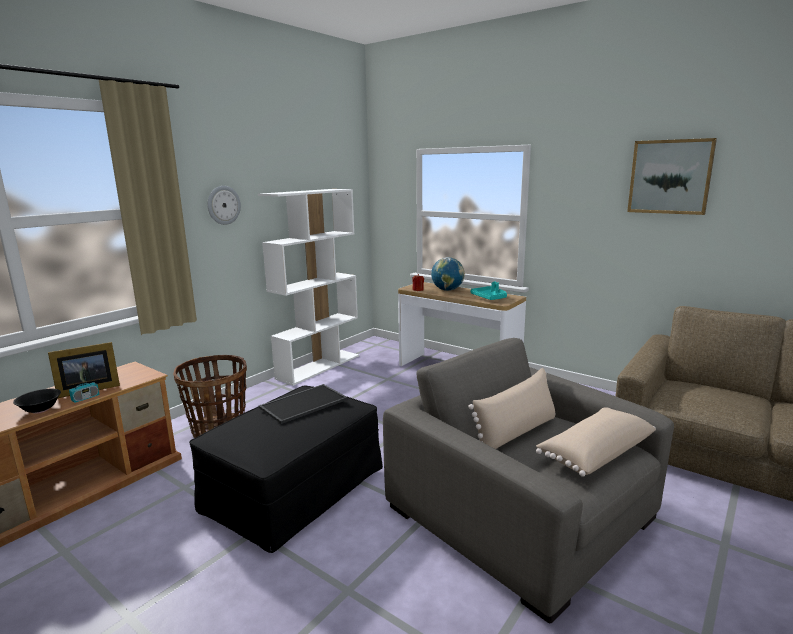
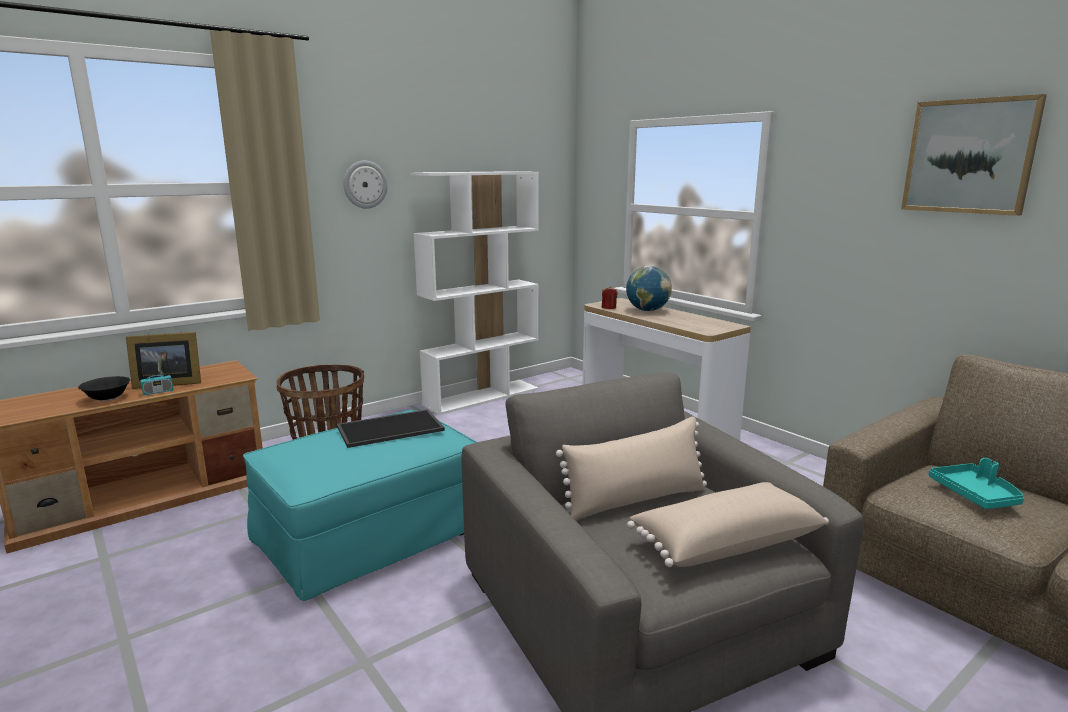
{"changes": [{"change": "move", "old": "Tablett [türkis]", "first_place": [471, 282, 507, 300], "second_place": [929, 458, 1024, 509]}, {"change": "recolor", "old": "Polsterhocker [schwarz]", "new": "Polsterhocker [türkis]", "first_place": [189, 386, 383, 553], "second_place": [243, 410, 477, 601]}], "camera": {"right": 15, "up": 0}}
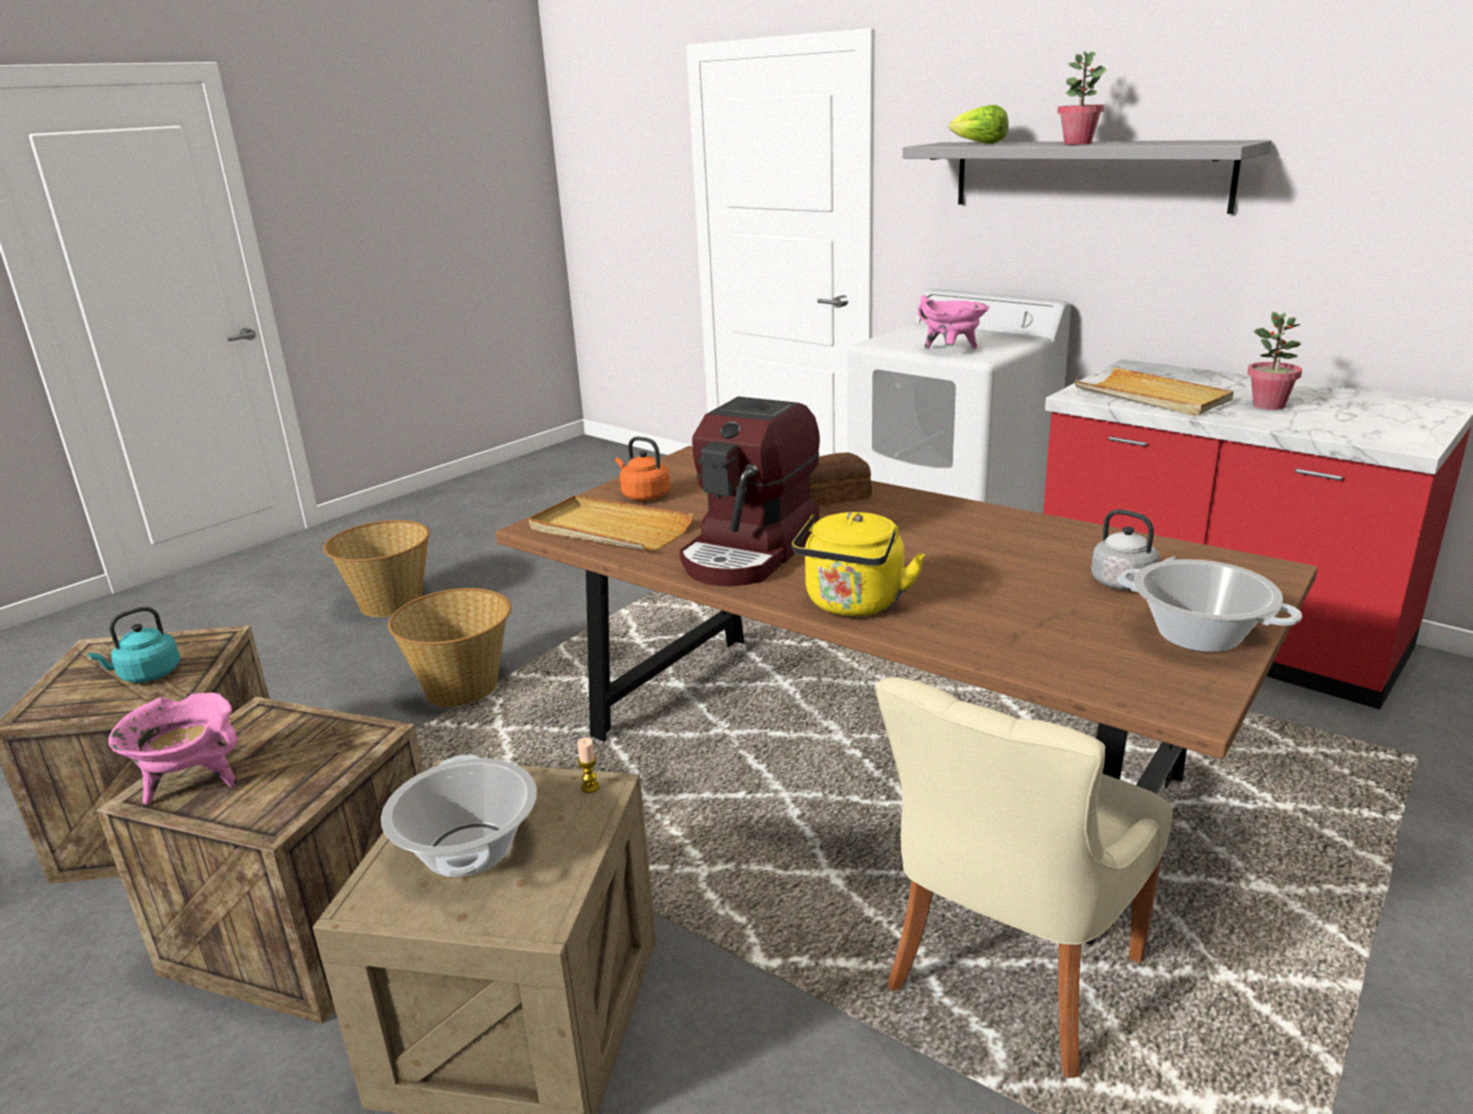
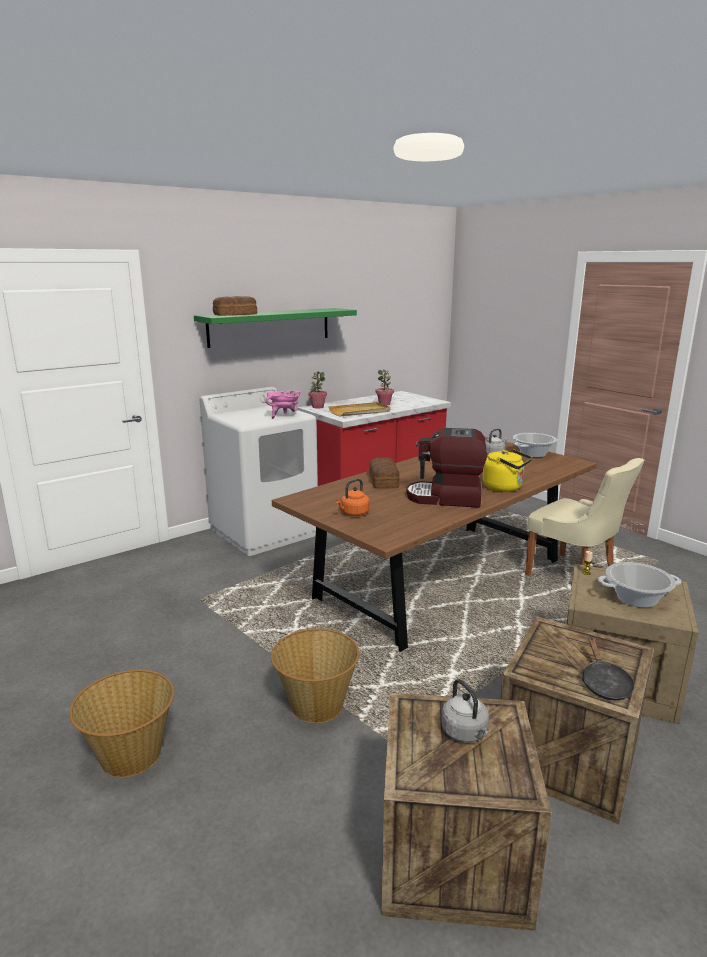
{"changes": [{"change": "delete", "old": "Tablett [beige]", "first_place": [529, 495, 694, 551]}, {"change": "move", "old": "Topfpflanze", "first_place": [1057, 51, 1106, 145], "second_place": [308, 371, 327, 408]}, {"change": "replace", "old": "Kochtopf [rosa]", "new": "Pfanne [schwarz]", "first_place": [108, 693, 237, 804], "second_place": [582, 637, 635, 701]}, {"change": "replace", "old": "Salatkopf", "new": "Brot", "first_place": [949, 105, 1009, 144], "second_place": [213, 296, 257, 316]}, {"change": "recolor", "old": "Wasserkessel [türkis]", "new": "Wasserkessel [grau]", "first_place": [88, 607, 180, 683], "second_place": [441, 679, 489, 742]}, {"change": "recolor", "old": "Wandregal [grau]", "new": "Wandregal [grün]", "first_place": [903, 140, 1272, 214], "second_place": [194, 308, 357, 348]}, {"change": "rotate", "old": "Kaffeemaschine", "first_place": [679, 397, 820, 586], "second_place": [406, 428, 487, 508], "degrees": 150}], "camera": {"right": -80, "up": -5}}
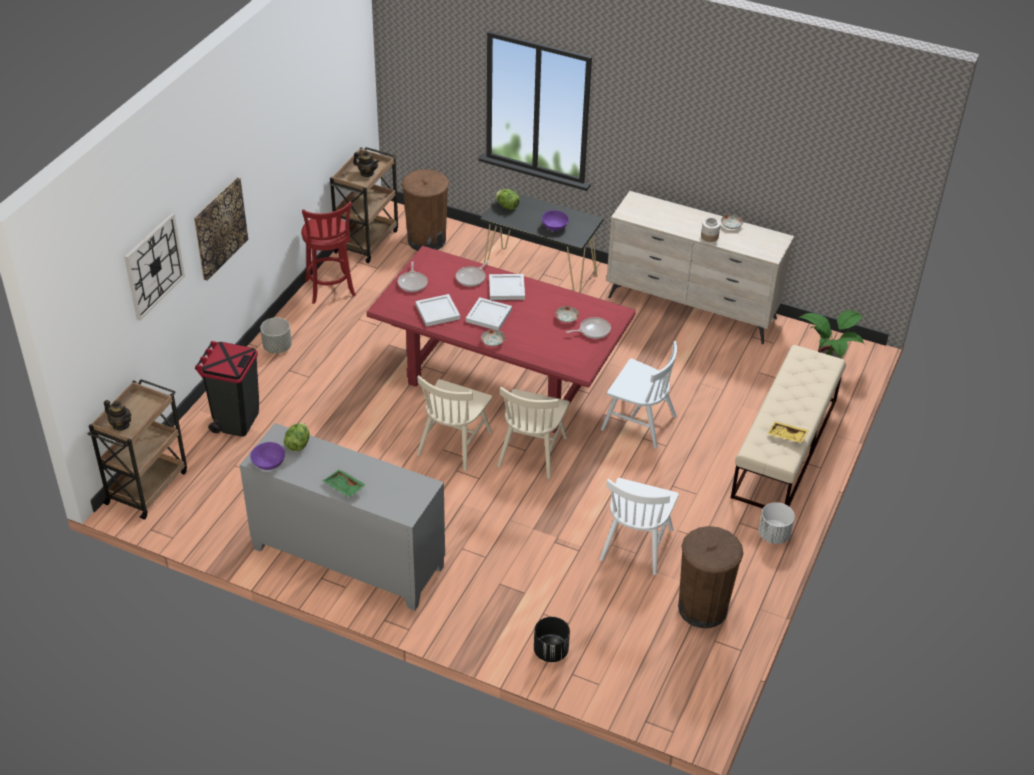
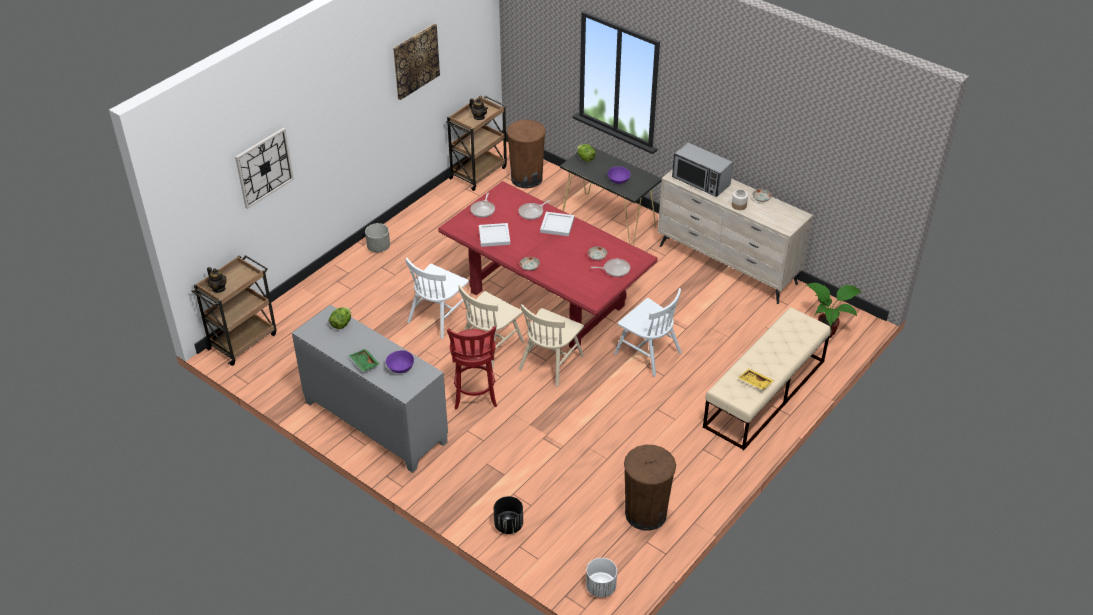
{"changes": [{"change": "delete", "old": "Mülleimer [schwarz]", "first_place": [195, 341, 259, 437]}, {"change": "delete", "old": "Tablett [weiß]", "first_place": [466, 297, 512, 330]}, {"change": "insert", "new": "Mikrowelle", "second_place": [672, 142, 733, 197]}, {"change": "move", "old": "Bild", "first_place": [194, 178, 248, 281], "second_place": [393, 24, 440, 100]}, {"change": "move", "old": "Schüssel [lila]", "first_place": [250, 442, 285, 470], "second_place": [386, 350, 414, 373]}, {"change": "move", "old": "Hocker [rot]", "first_place": [301, 201, 356, 304], "second_place": [447, 326, 497, 409]}, {"change": "move", "old": "Stuhl [weiß]", "first_place": [600, 478, 679, 575], "second_place": [405, 258, 469, 339]}, {"change": "move", "old": "Pflanzkübel [weiß]", "first_place": [759, 502, 795, 544], "second_place": [586, 558, 617, 597]}], "camera": {"right": 15, "up": 0}}
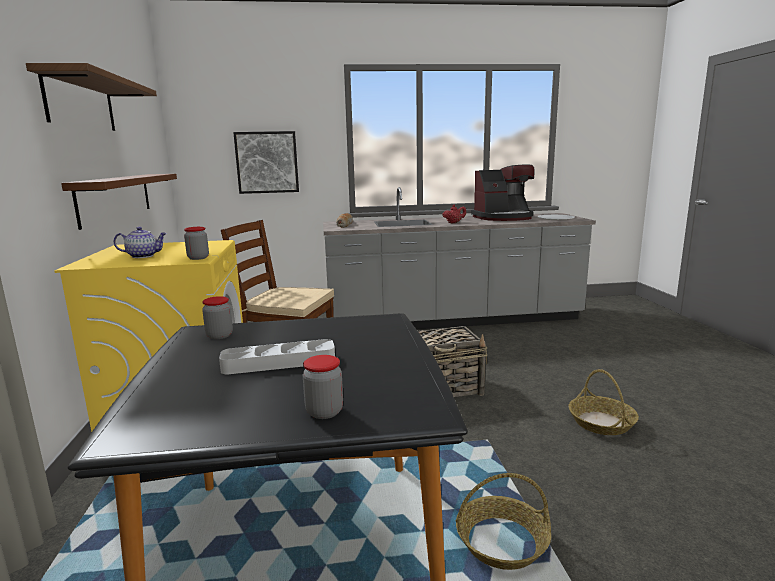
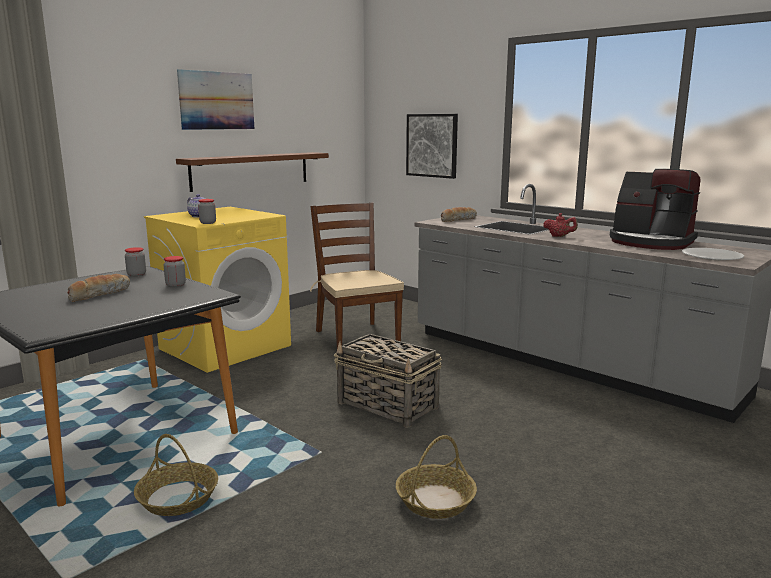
{"changes": [{"change": "move", "old": "Vorratsglas", "first_place": [303, 355, 343, 419], "second_place": [164, 256, 186, 287]}, {"change": "replace", "old": "Wandregal", "new": "Bild", "first_place": [26, 63, 157, 131], "second_place": [177, 69, 254, 130]}, {"change": "replace", "old": "Tablett [grau]", "new": "Brot", "first_place": [219, 339, 335, 374], "second_place": [67, 274, 130, 302]}], "camera": {"right": 50, "up": 0}}
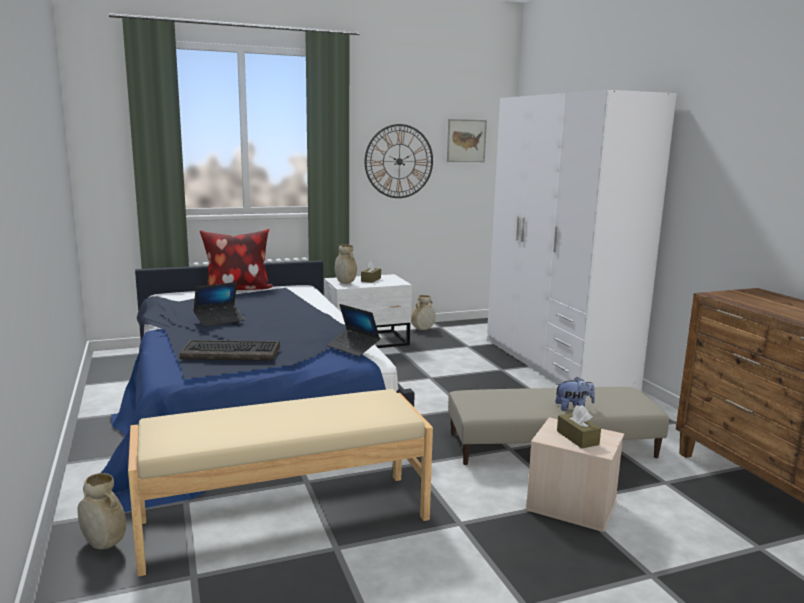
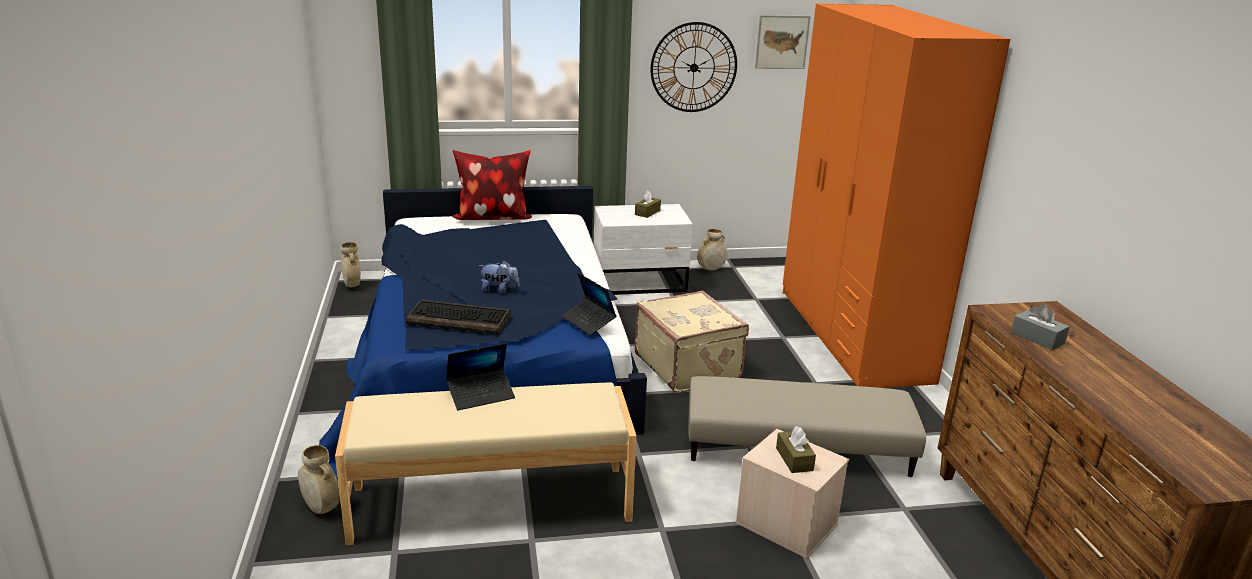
{"changes": [{"change": "insert", "new": "Koffer [beige]", "second_place": [634, 291, 749, 393]}, {"change": "insert", "new": "Taschentuchbox [grau]", "second_place": [1011, 304, 1069, 350]}, {"change": "move", "old": "Laptop", "first_place": [193, 282, 245, 327], "second_place": [446, 343, 515, 411]}, {"change": "move", "old": "Vase [beige]", "first_place": [335, 244, 357, 284], "second_place": [341, 242, 361, 287]}, {"change": "move", "old": "Plüschtier", "first_place": [555, 377, 595, 411], "second_place": [479, 260, 520, 293]}, {"change": "recolor", "old": "Kleiderschrank [weiß]", "new": "Kleiderschrank [orange]", "first_place": [487, 90, 677, 391], "second_place": [783, 4, 1010, 388]}], "camera": {"right": 10, "up": 10}}
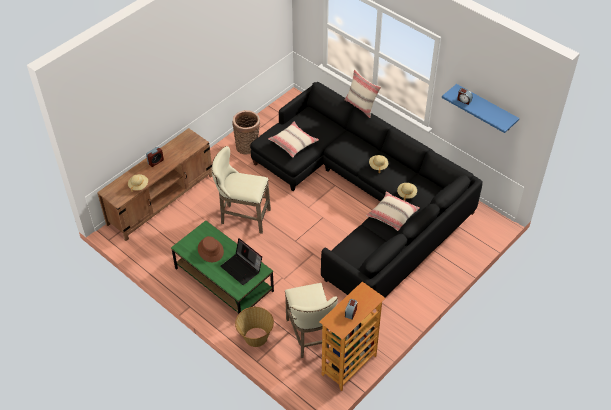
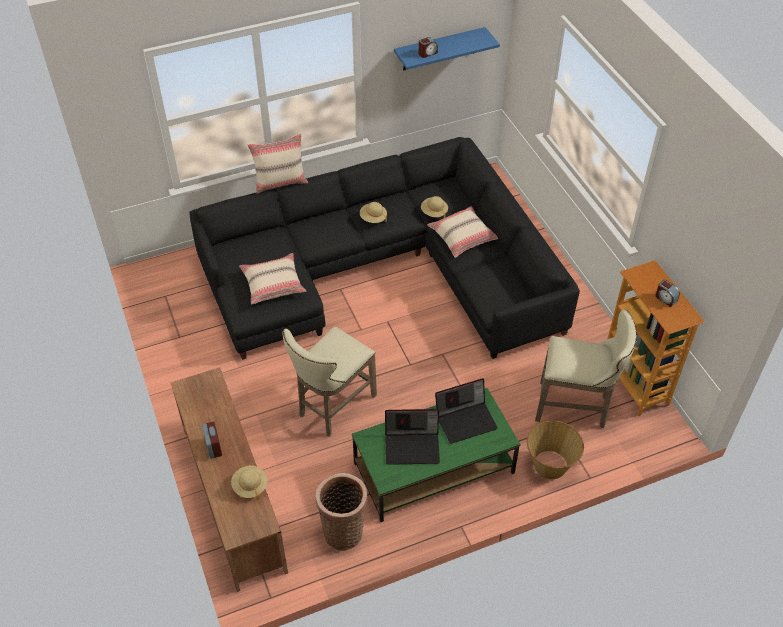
{"changes": [{"change": "move", "old": "Korb", "first_place": [232, 110, 260, 155], "second_place": [316, 473, 367, 551]}, {"change": "replace", "old": "Hut [braun]", "new": "Laptop", "first_place": [198, 236, 224, 262], "second_place": [385, 409, 440, 465]}], "camera": {"right": -65, "up": 0}}
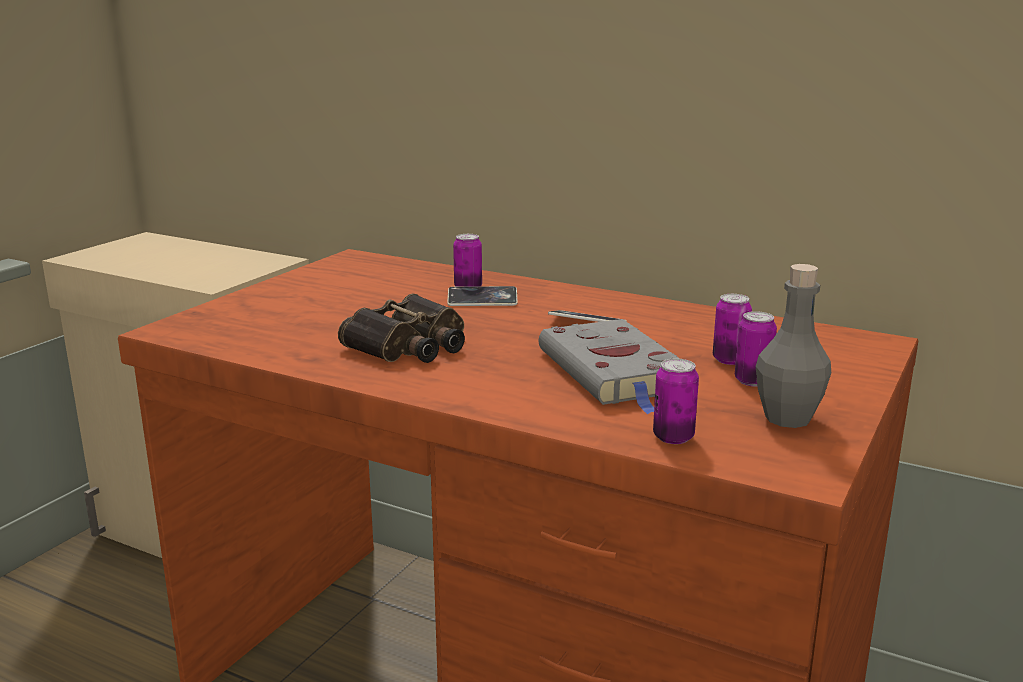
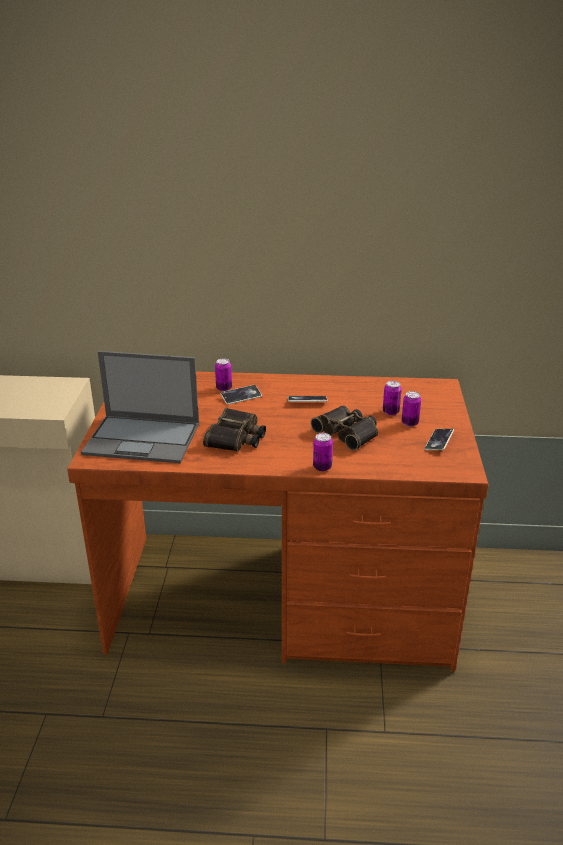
{"changes": [{"change": "insert", "new": "Laptop", "second_place": [81, 351, 199, 463]}, {"change": "move", "old": "Dose", "first_place": [653, 358, 699, 444], "second_place": [313, 433, 333, 471]}, {"change": "replace", "old": "Buch [grau]", "new": "Fernglas", "first_place": [539, 319, 680, 414], "second_place": [311, 405, 378, 451]}, {"change": "replace", "old": "Flasche [grau]", "new": "Handy", "first_place": [756, 264, 831, 428], "second_place": [424, 429, 454, 450]}], "camera": {"right": -25, "up": 10}}
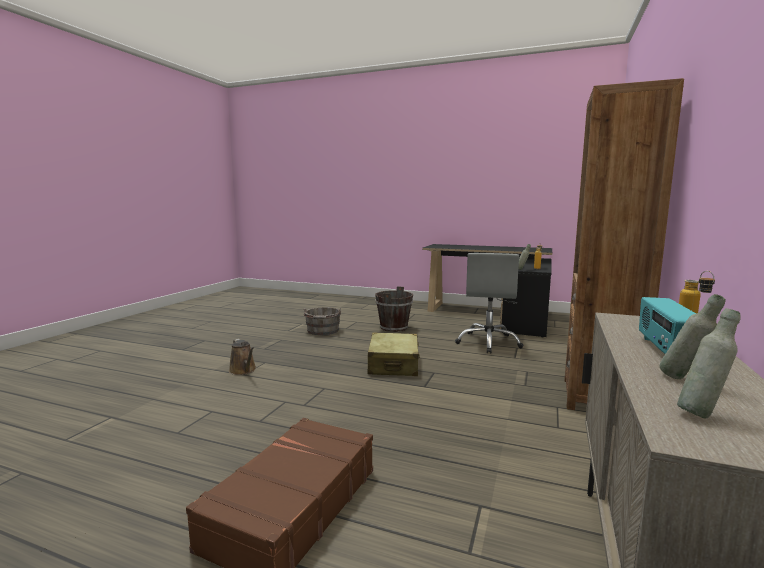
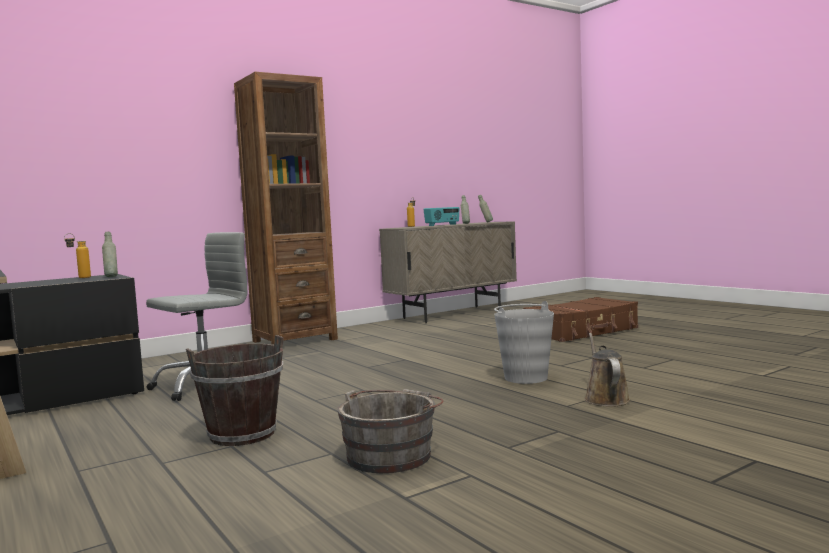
{"changes": [{"change": "delete", "old": "Koffer [beige]", "first_place": [367, 333, 420, 376]}, {"change": "insert", "new": "Eimer [grau]", "second_place": [494, 301, 554, 384]}], "camera": {"right": -145, "up": -5}}
